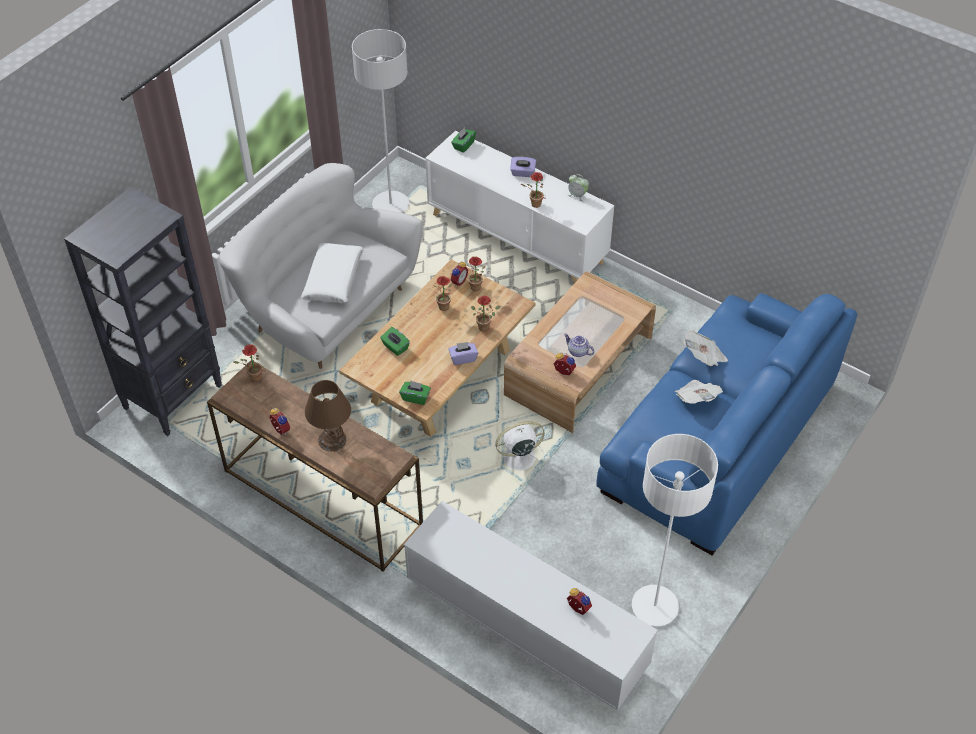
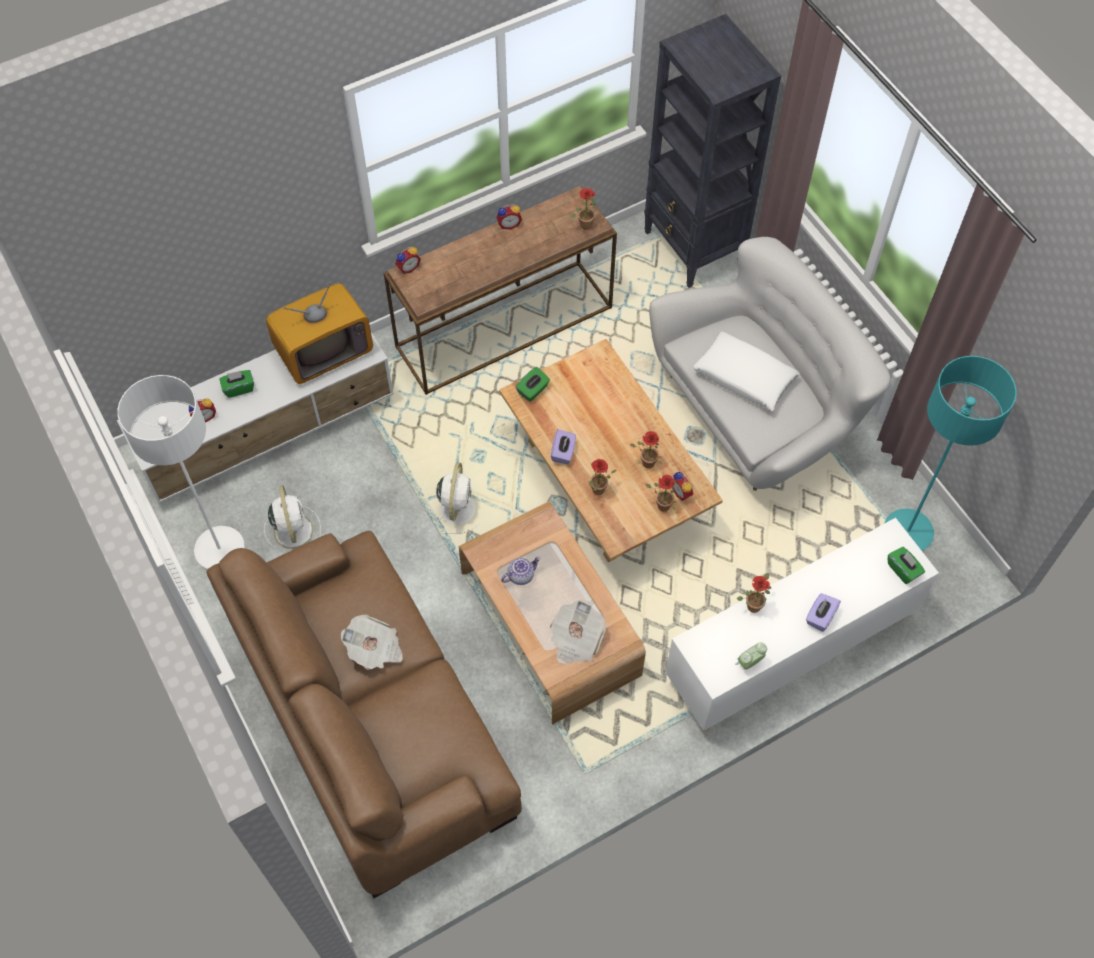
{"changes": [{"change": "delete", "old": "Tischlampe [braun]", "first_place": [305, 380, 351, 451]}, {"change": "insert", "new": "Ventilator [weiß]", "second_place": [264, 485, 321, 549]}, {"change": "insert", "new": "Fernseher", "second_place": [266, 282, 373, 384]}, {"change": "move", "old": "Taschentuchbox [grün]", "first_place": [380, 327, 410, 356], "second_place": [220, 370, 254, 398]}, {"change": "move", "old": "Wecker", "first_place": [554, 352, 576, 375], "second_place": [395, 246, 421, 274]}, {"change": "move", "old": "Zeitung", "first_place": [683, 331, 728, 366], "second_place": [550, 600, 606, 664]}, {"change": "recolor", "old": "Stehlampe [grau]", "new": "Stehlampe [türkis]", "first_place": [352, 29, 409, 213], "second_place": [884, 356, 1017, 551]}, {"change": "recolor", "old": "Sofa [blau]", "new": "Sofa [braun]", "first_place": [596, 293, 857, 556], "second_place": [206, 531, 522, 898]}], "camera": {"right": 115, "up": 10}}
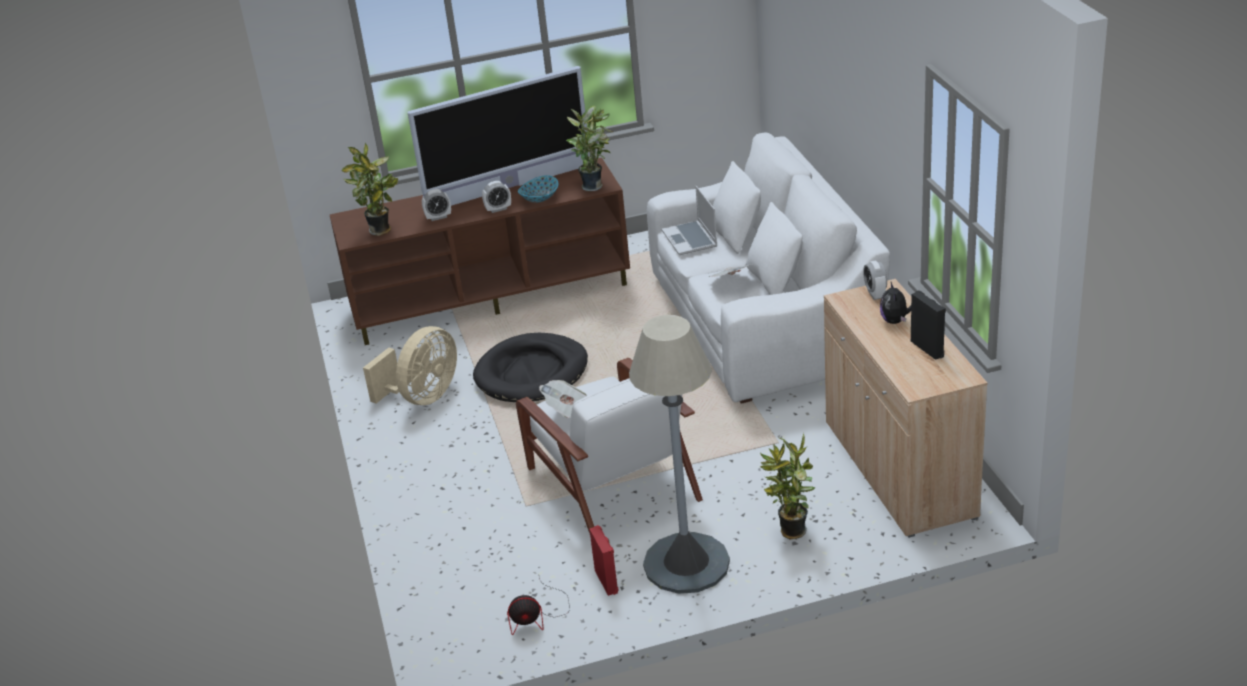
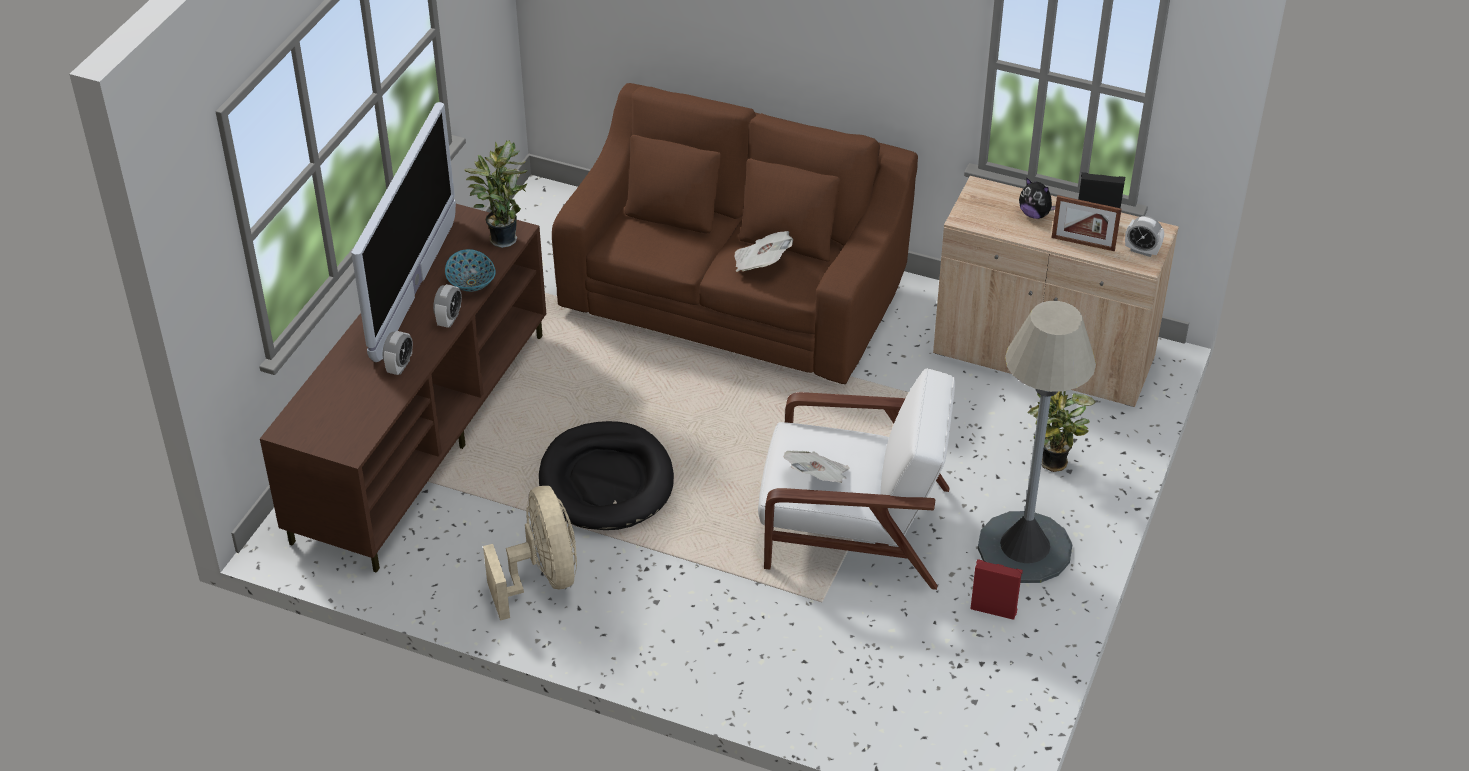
{"changes": [{"change": "delete", "old": "Topfpflanze", "first_place": [342, 143, 398, 236]}, {"change": "delete", "old": "Ventilator", "first_place": [507, 577, 570, 635]}, {"change": "delete", "old": "Laptop", "first_place": [662, 186, 717, 255]}, {"change": "insert", "new": "Bilderrahmen", "second_place": [1052, 195, 1122, 251]}, {"change": "move", "old": "Wecker", "first_place": [863, 261, 887, 300], "second_place": [1125, 216, 1164, 257]}, {"change": "recolor", "old": "Sofa [weiß]", "new": "Sofa [braun]", "first_place": [647, 132, 890, 404], "second_place": [552, 83, 918, 384]}], "camera": {"right": -55, "up": 10}}
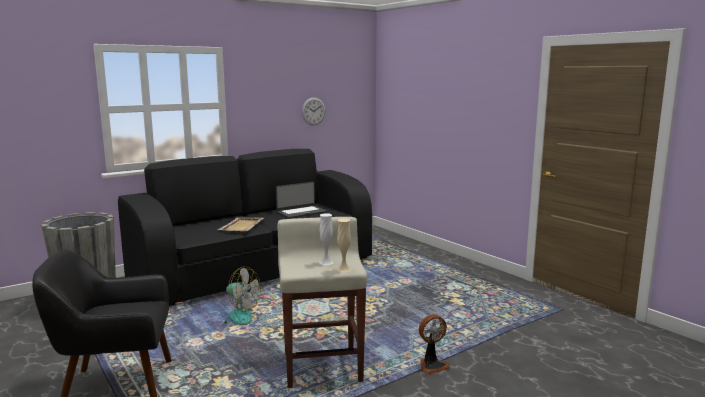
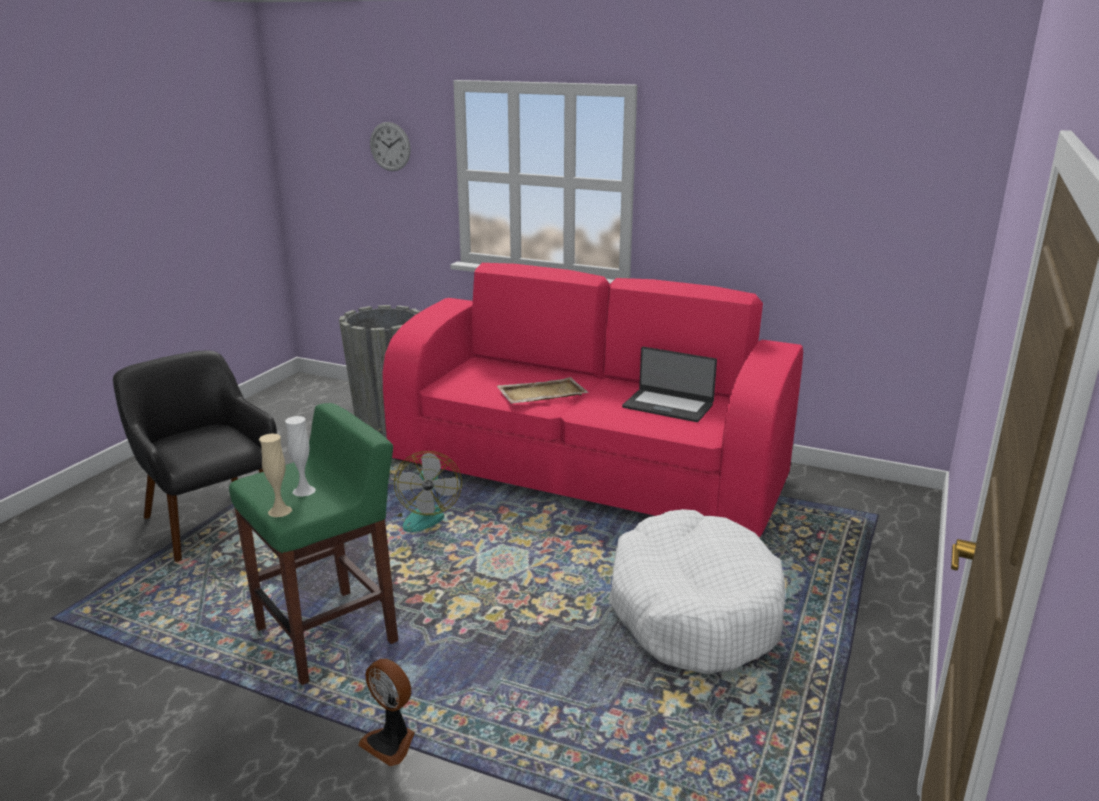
{"changes": [{"change": "insert", "new": "Hundebett [weiß]", "second_place": [609, 509, 785, 674]}, {"change": "move", "old": "Wanduhr", "first_place": [302, 97, 325, 125], "second_place": [370, 122, 411, 171]}, {"change": "recolor", "old": "Sofa [schwarz]", "new": "Sofa [rosa]", "first_place": [118, 149, 372, 306], "second_place": [383, 263, 803, 537]}, {"change": "recolor", "old": "Hocker [beige]", "new": "Hocker [grün]", "first_place": [277, 217, 367, 388], "second_place": [229, 403, 398, 685]}], "camera": {"right": 60, "up": 10}}
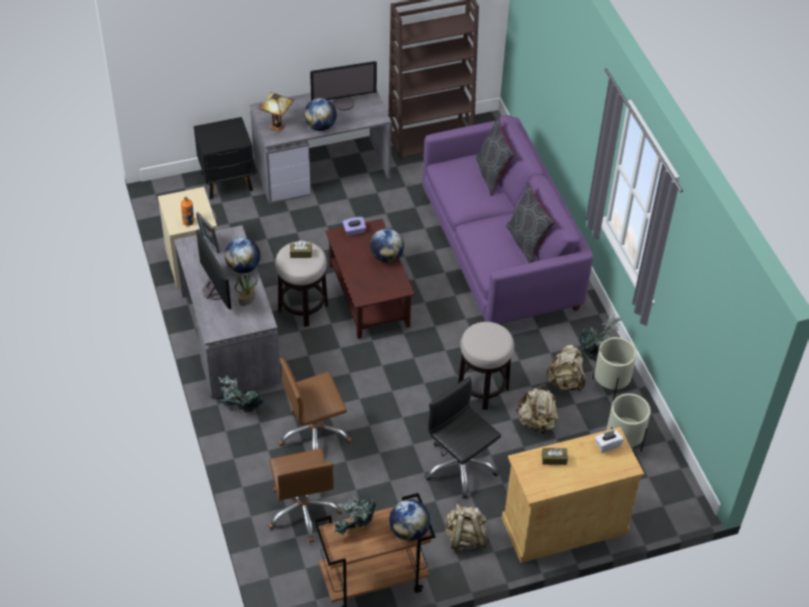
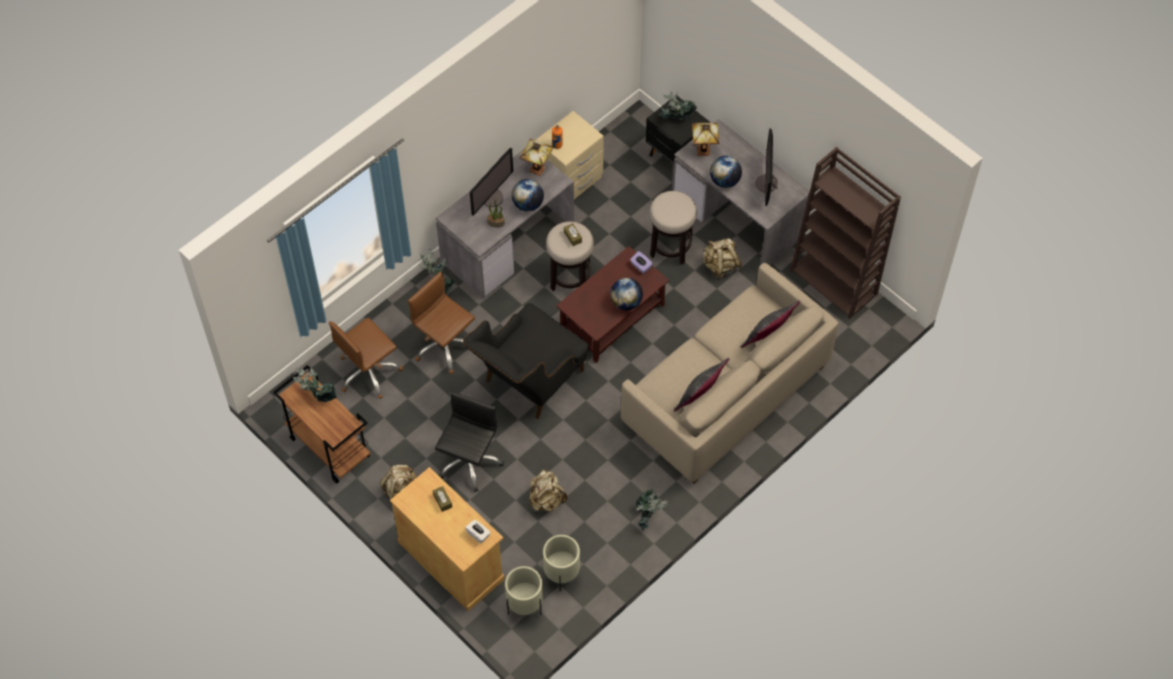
{"changes": [{"change": "delete", "old": "Globus", "first_place": [389, 499, 430, 541]}, {"change": "insert", "new": "Sessel [schwarz]", "second_place": [463, 303, 589, 419]}, {"change": "insert", "new": "Topfpflanze", "second_place": [659, 91, 697, 120]}, {"change": "move", "old": "Hocker", "first_place": [457, 322, 514, 410], "second_place": [650, 191, 697, 265]}, {"change": "move", "old": "Rucksack [beige]", "first_place": [546, 345, 585, 391], "second_place": [703, 238, 742, 278]}, {"change": "move", "old": "Pflanzkübel [beige]", "first_place": [593, 337, 637, 401], "second_place": [505, 566, 543, 615]}, {"change": "replace", "old": "Bilderrahmen", "new": "Tischlampe", "first_place": [196, 212, 220, 253], "second_place": [520, 139, 554, 176]}, {"change": "recolor", "old": "Sofa [lila]", "new": "Sofa [beige]", "first_place": [422, 115, 593, 324], "second_place": [621, 263, 839, 483]}, {"change": "rotate", "old": "Monitor", "first_place": [310, 61, 377, 111], "second_place": [756, 128, 777, 206], "degrees": 45}], "camera": {"right": 65, "up": 10}}
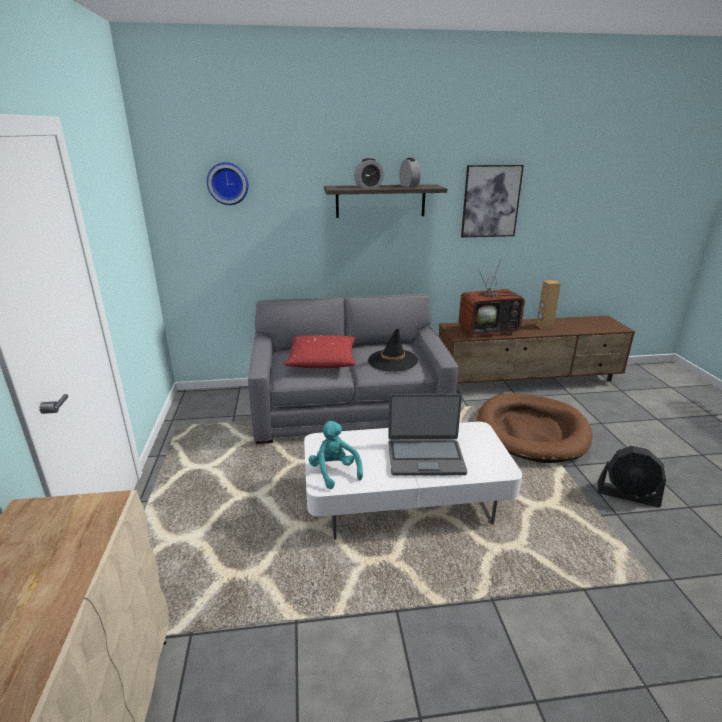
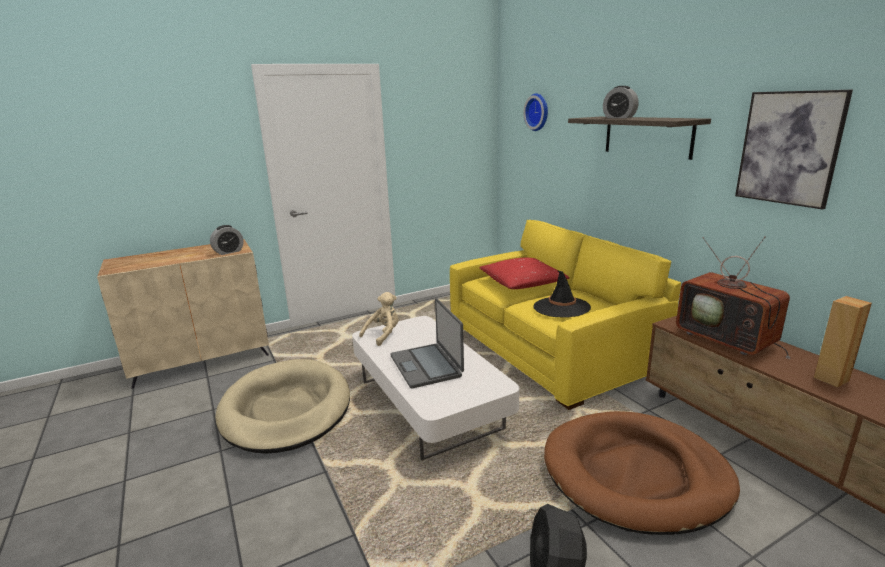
{"changes": [{"change": "insert", "new": "Hundebett [beige]", "second_place": [215, 359, 350, 454]}, {"change": "move", "old": "Wecker", "first_place": [400, 158, 421, 187], "second_place": [210, 225, 244, 255]}, {"change": "recolor", "old": "Sofa [grau]", "new": "Sofa [gelb]", "first_place": [248, 294, 458, 444], "second_place": [450, 220, 681, 410]}, {"change": "recolor", "old": "Plüschtier [türkis]", "new": "Plüschtier [beige]", "first_place": [309, 421, 363, 489], "second_place": [359, 292, 399, 346]}], "camera": {"right": 70, "up": -5}}
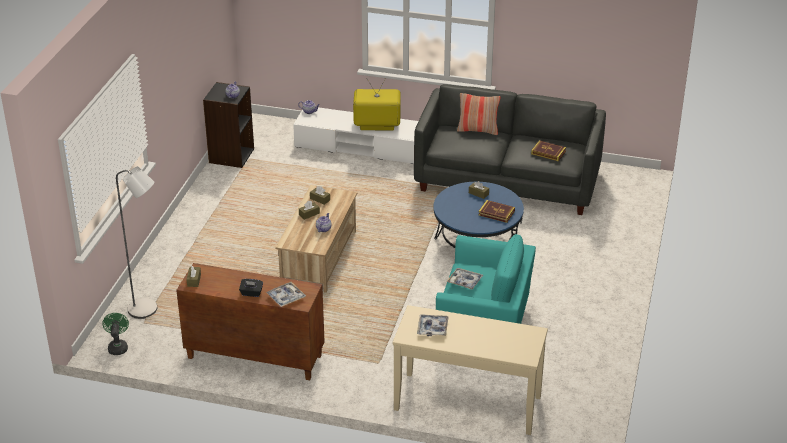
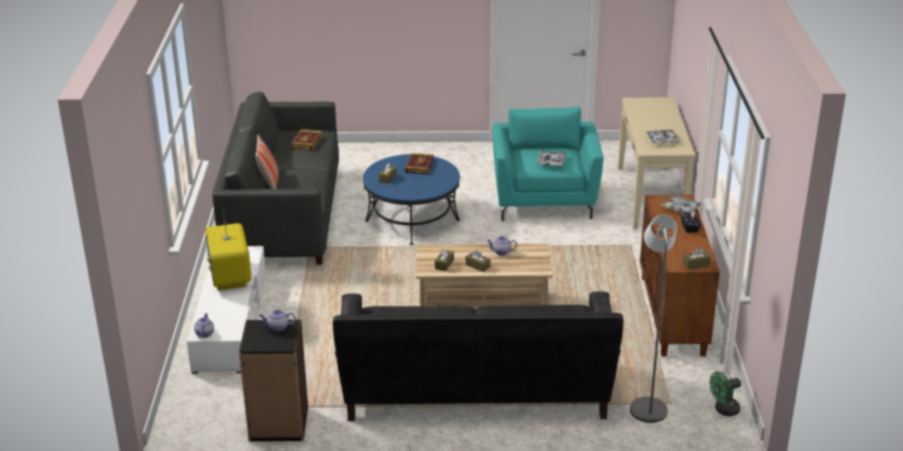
{"changes": [{"change": "insert", "new": "Sofa [schwarz]", "second_place": [333, 291, 624, 421]}], "camera": {"right": -105, "up": -5}}
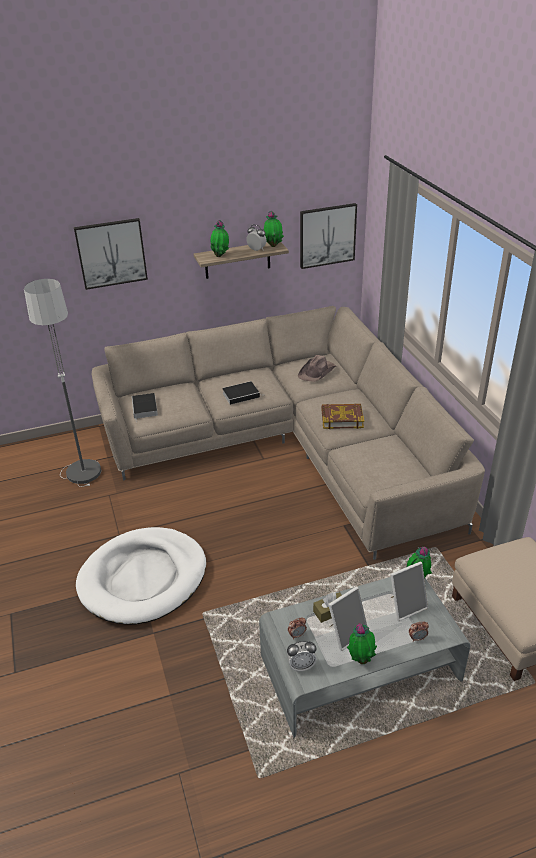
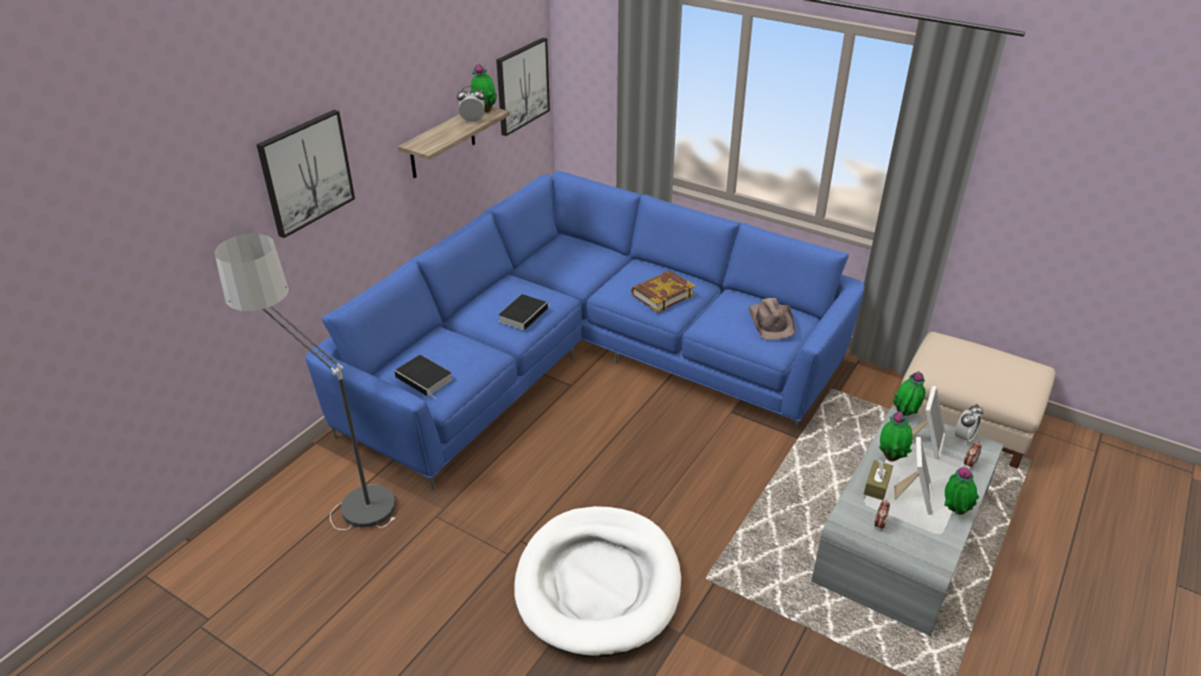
{"changes": [{"change": "move", "old": "Topfpflanze", "first_place": [211, 220, 229, 257], "second_place": [879, 412, 913, 461]}, {"change": "move", "old": "Wecker", "first_place": [287, 641, 317, 671], "second_place": [955, 404, 983, 445]}, {"change": "move", "old": "Hut [braun]", "first_place": [298, 355, 336, 382], "second_place": [748, 298, 795, 340]}, {"change": "recolor", "old": "Sofa [beige]", "new": "Sofa [blau]", "first_place": [92, 306, 485, 560], "second_place": [305, 171, 865, 490]}], "camera": {"right": -40, "up": 0}}
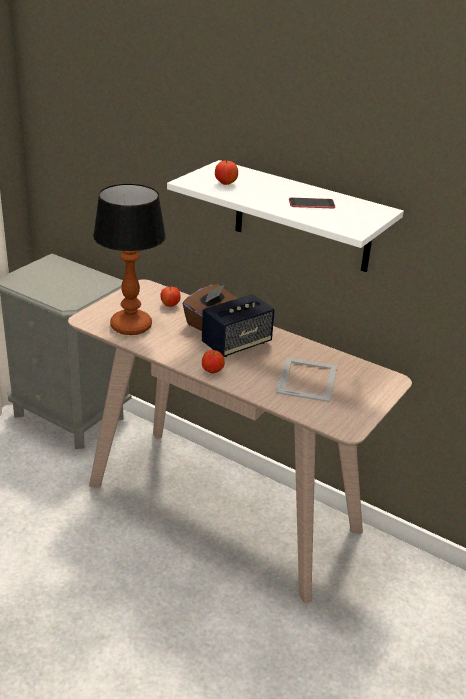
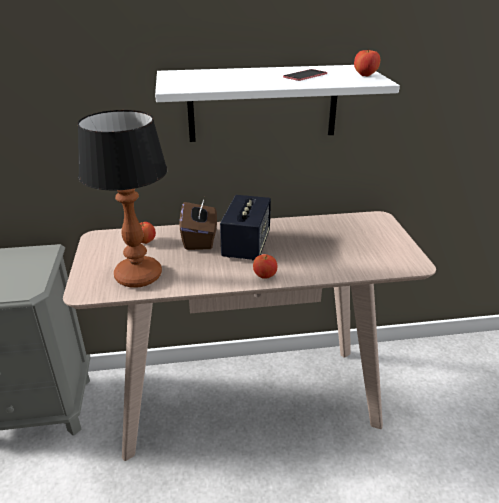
{"changes": [{"change": "delete", "old": "Bilderrahmen", "first_place": [276, 357, 338, 402]}, {"change": "move", "old": "Apfel", "first_place": [215, 160, 238, 185], "second_place": [354, 50, 380, 77]}], "camera": {"right": -40, "up": 0}}
